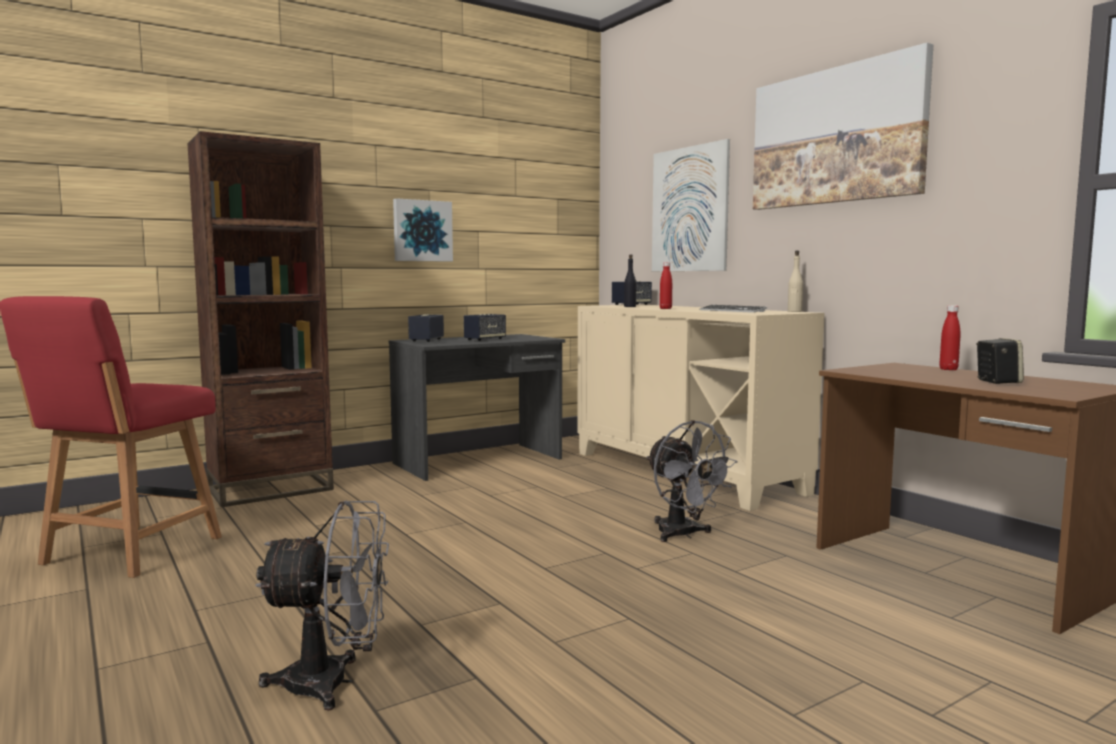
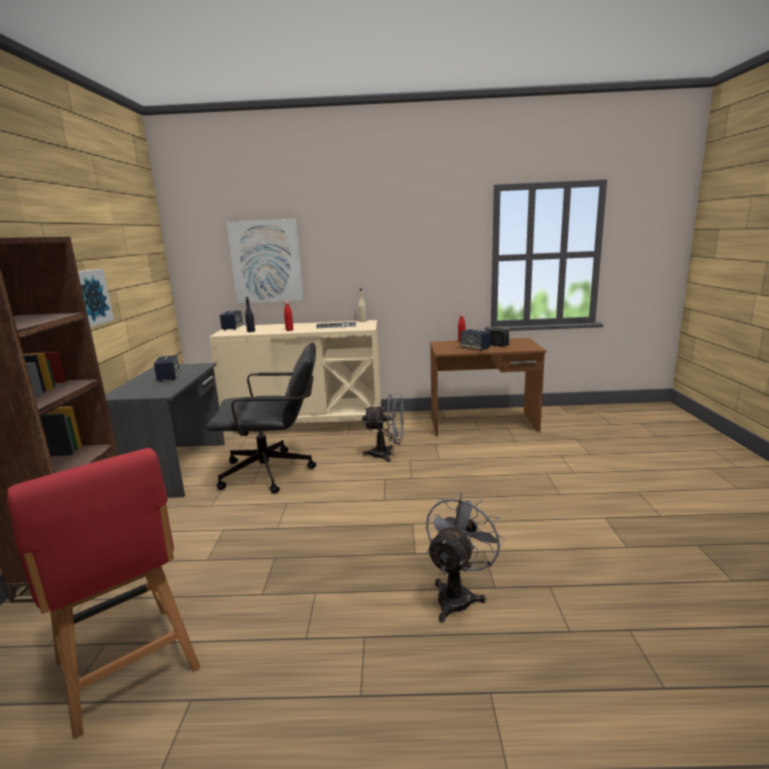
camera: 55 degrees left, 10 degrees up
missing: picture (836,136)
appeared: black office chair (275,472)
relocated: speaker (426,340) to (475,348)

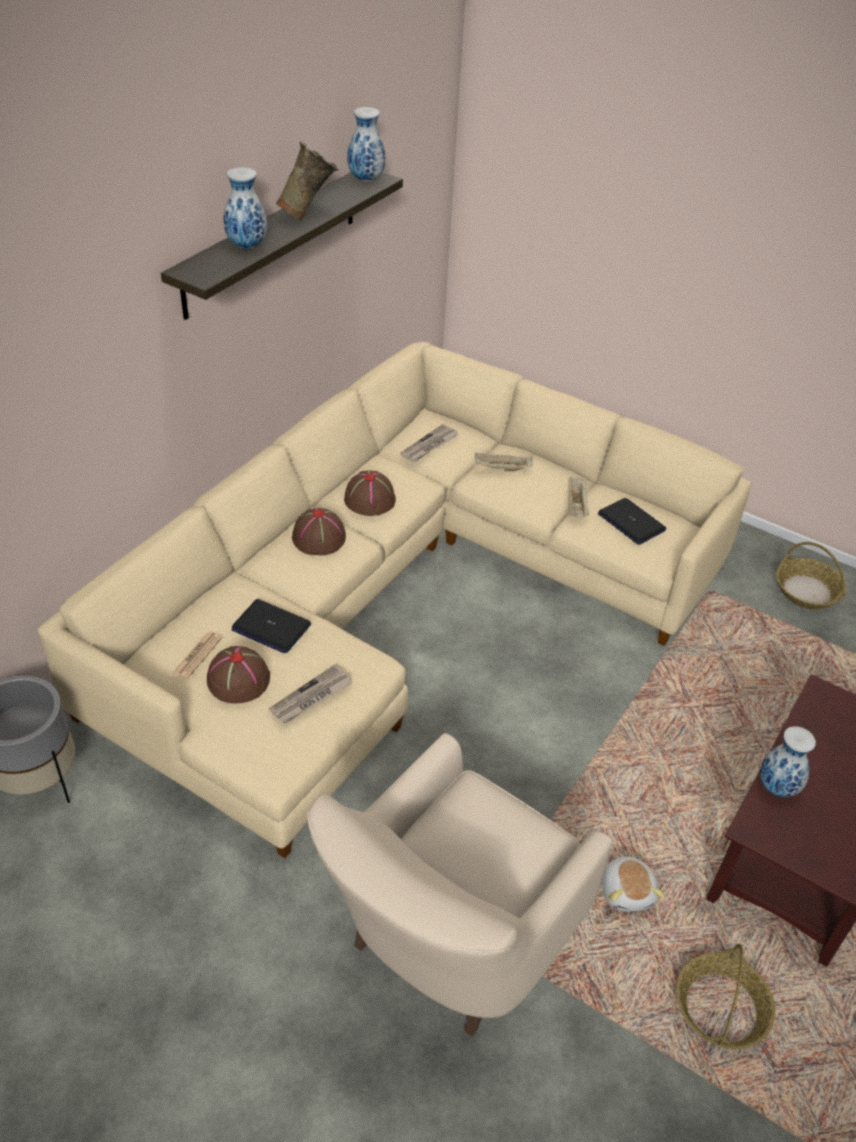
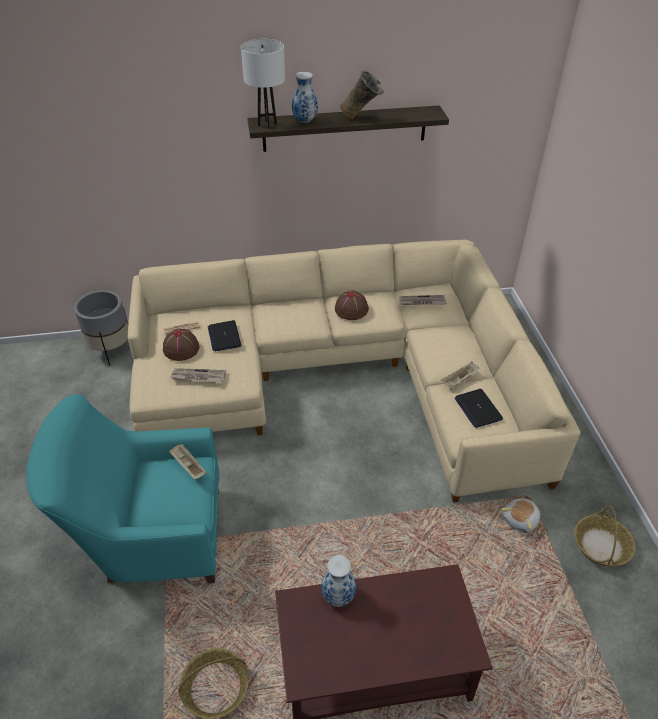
camera: 50 degrees right, 0 degrees up
missing: brown hat (319,538); vase (365,179)
appeared: white table lamp (267,124)
relocated: beige tray (501,469) to (188,466); plush toy (627,891) to (521,520)
colour: beige armchair (448,944) to turquoise armchair (151,539)
spun: laptop (631,522) = (478,409) 150 degrees clockwise

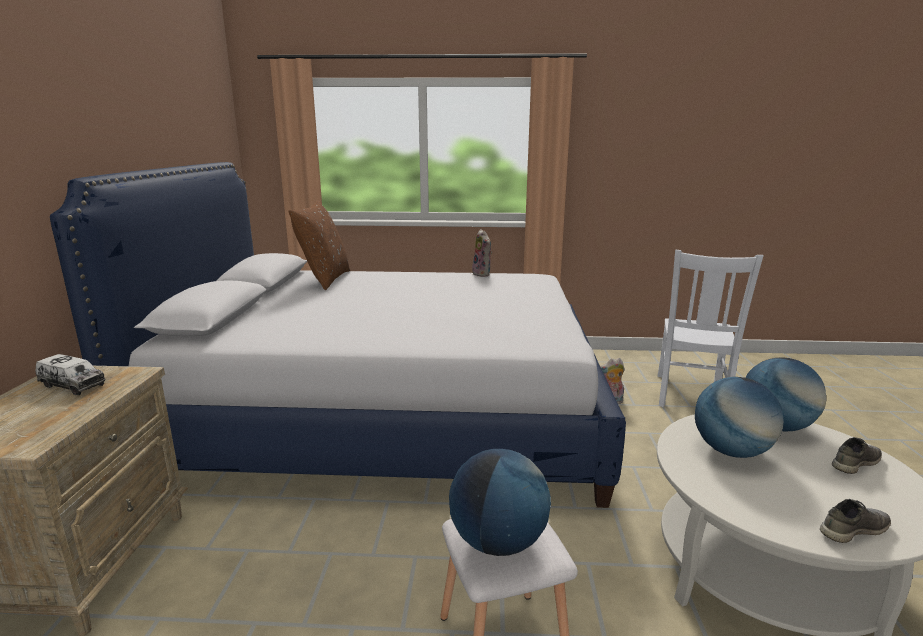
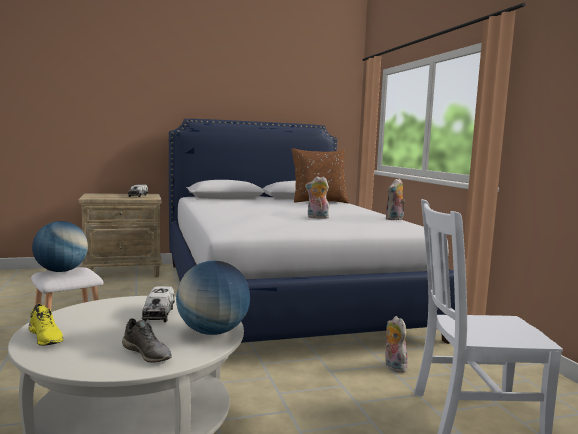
camera: 70 degrees right, 10 degrees down
appeared: plush toy (317,217)
exchanged: globe (731,451) to toy truck (159,313)
colour: grey shoe (852,529) to yellow shoe (46,337)

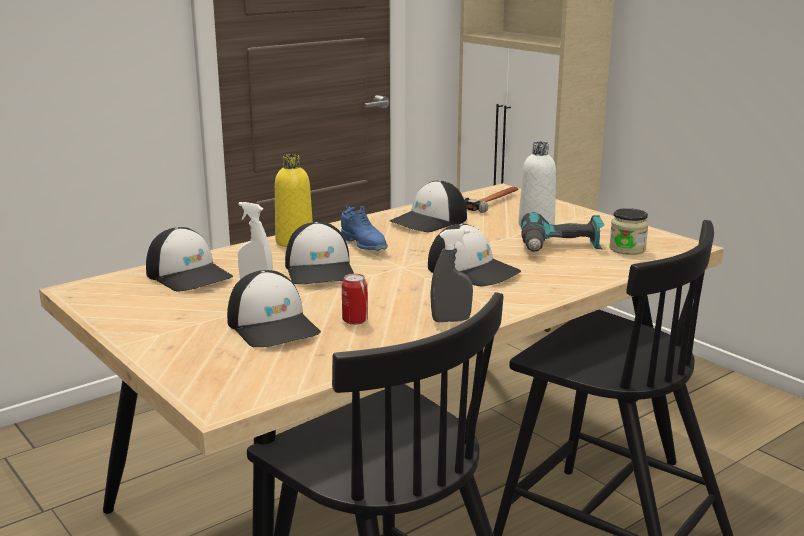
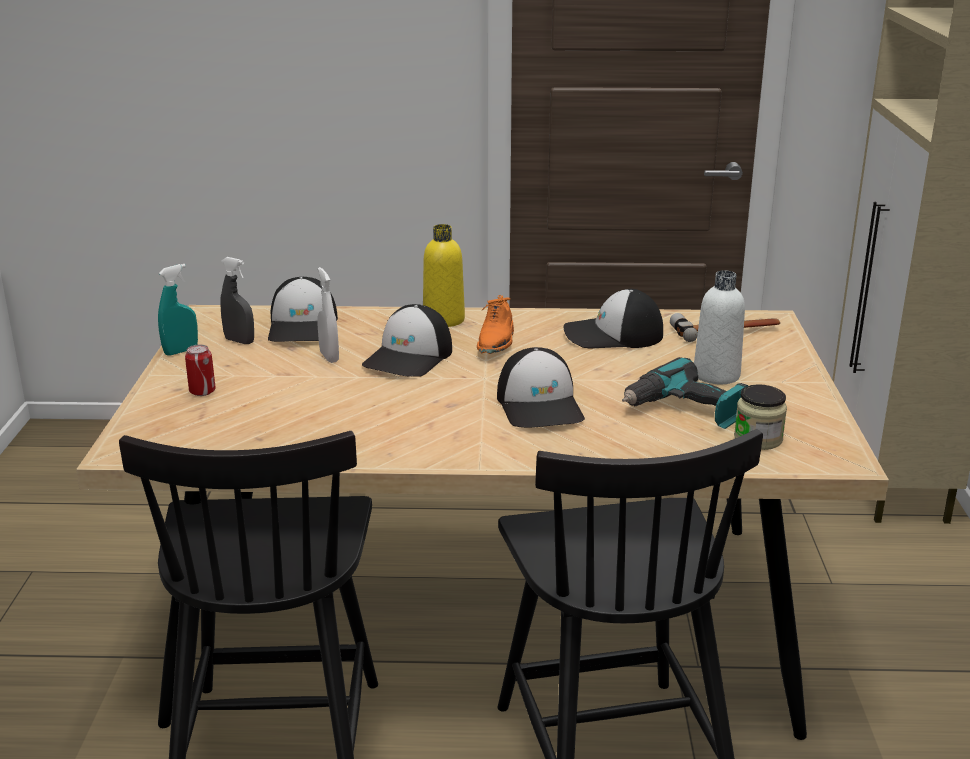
camera: 40 degrees right, 5 degrees up
missing: cap (273,326)
appeared: turquoise spray bottle (181,351)
relocated: can (355,320) to (202,392); grey spray bottle (451,320) to (239,341)
colour: blue shoe (364,245) to orange shoe (496,343)

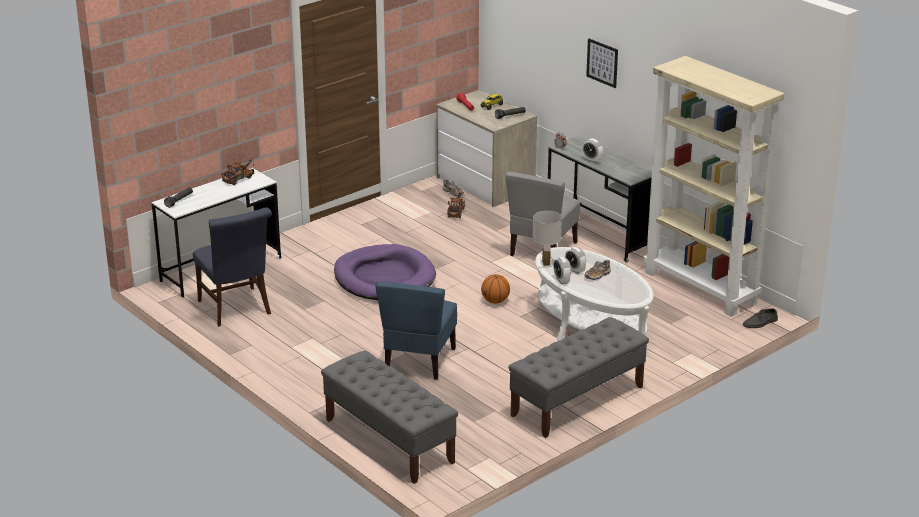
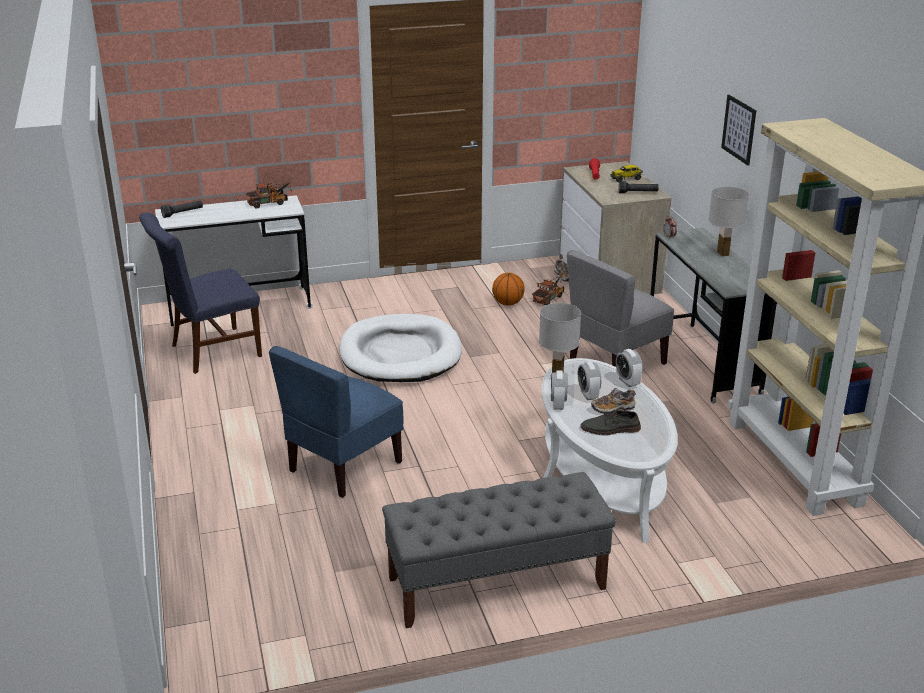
camera: 25 degrees right, 0 degrees up
missing: grey bench (389,441)
appeared: white table lamp (723,254)
relocated: basketball (495,301) to (508,303); alarm clock (592,160) to (627,382); grey shoe (760,323) to (610,429)
colour: purple dog bed (384,278) to white dog bed (400,354)
spun: blue chair (237,309) = (210,352) 60 degrees clockwise

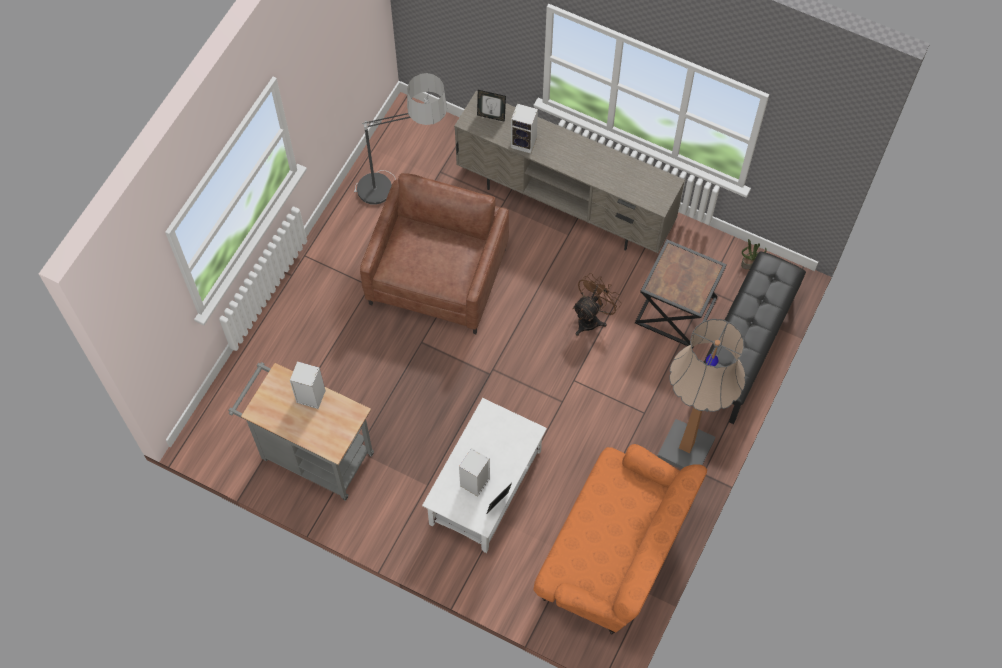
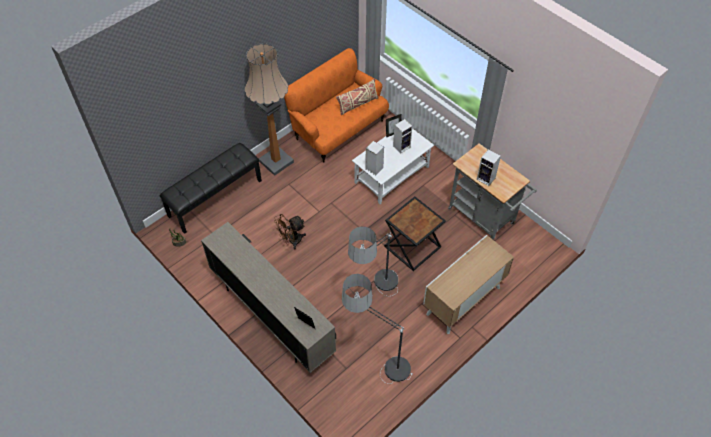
camera: 160 degrees left, 10 degrees down
appeared: beige pillow (357,104); cabinet (463,301)
relocated: speaker (525,142) to (373,168); black side table (675,309) to (412,247)
exchanged: brown armchair (438,276) to floor lamp (375,295)

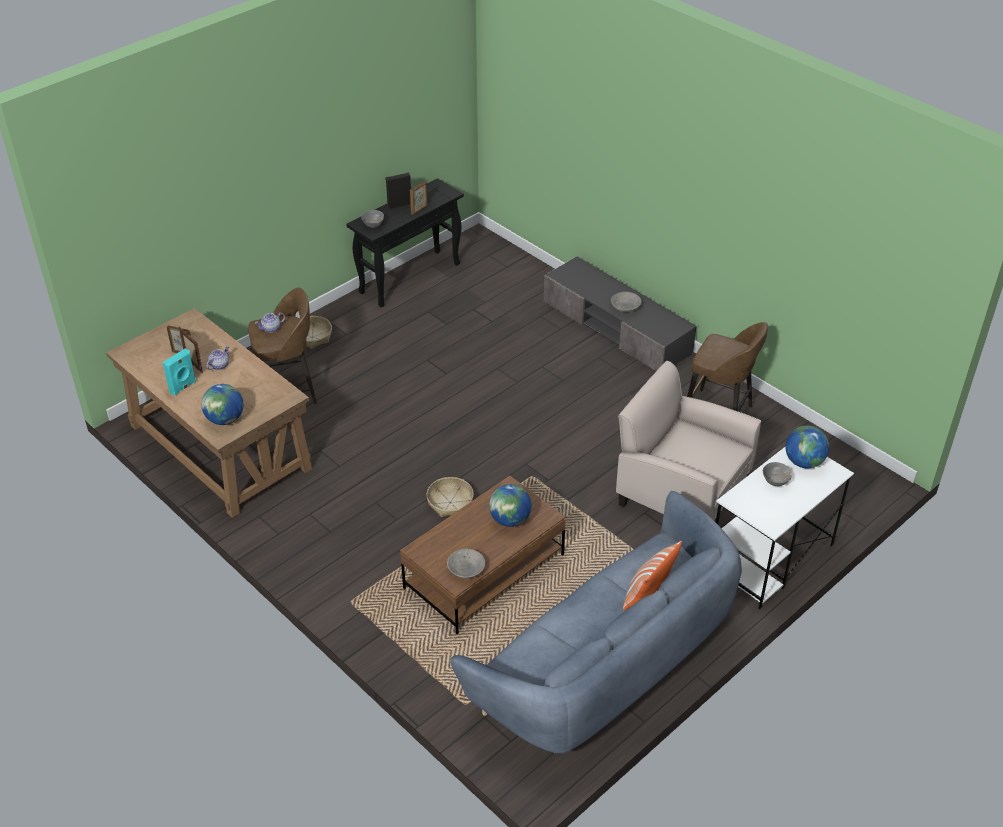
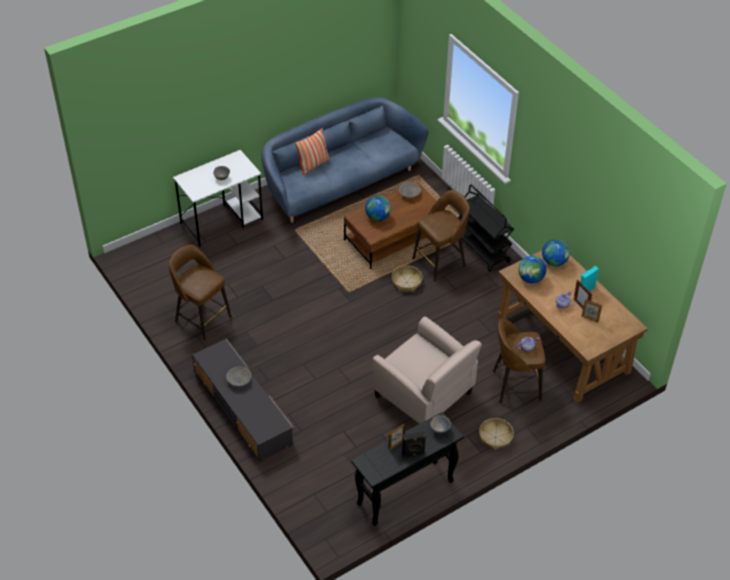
camera: 170 degrees left, 5 degrees up
appeared: brown stool (440,262); black cart (482,250)
relocated: beige armchair (681,493) to (424,395); globe (803,462) to (530,279)

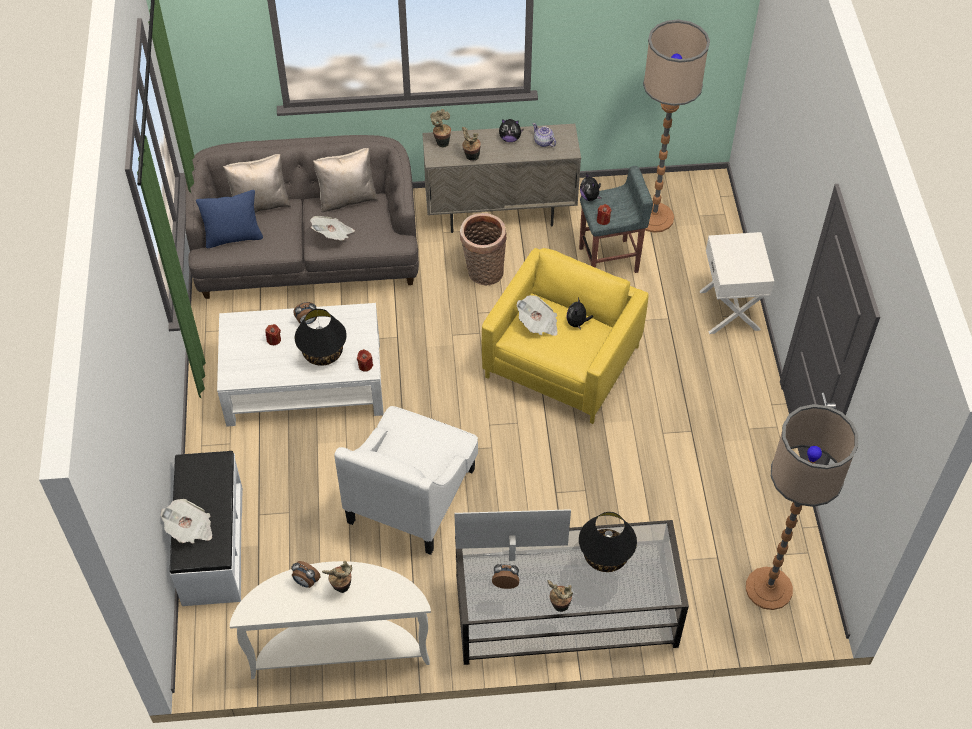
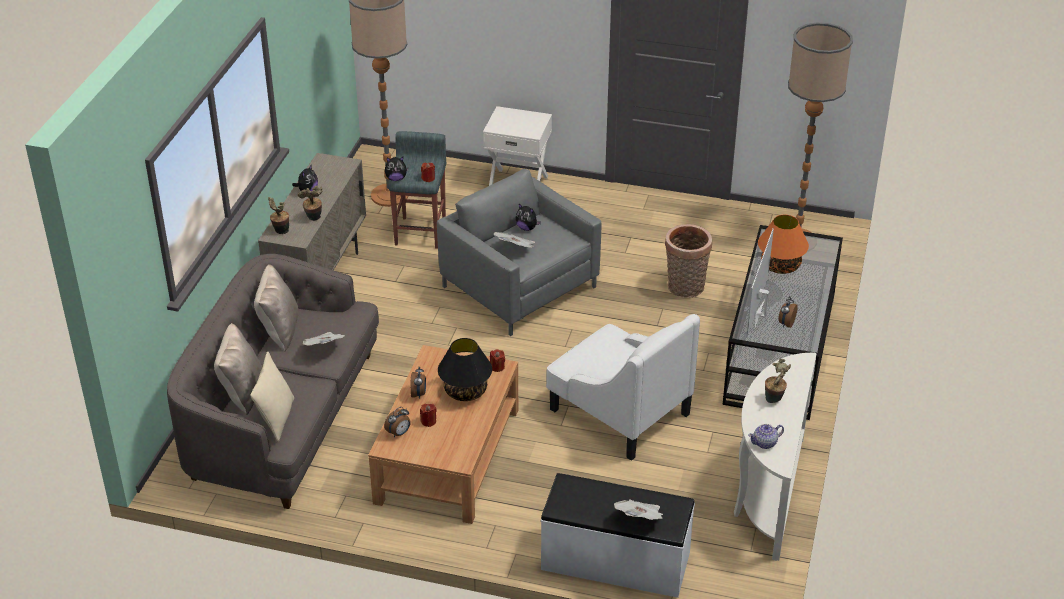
camera: 70 degrees left, 15 degrees down
missing: potted plant (559,606)
relocated: alarm clock (306,582) to (399,433); basket (483,272) to (685,289); teapot (543,142) to (765,443)
colour: blue pillow (233,237) to beige pillow (276,418); white coffee table (305,382) to brown coffee table (447,455); yellow armchair (562,362) to grey armchair (519,287); black table lamp (605,556) to orange table lamp (780,266)

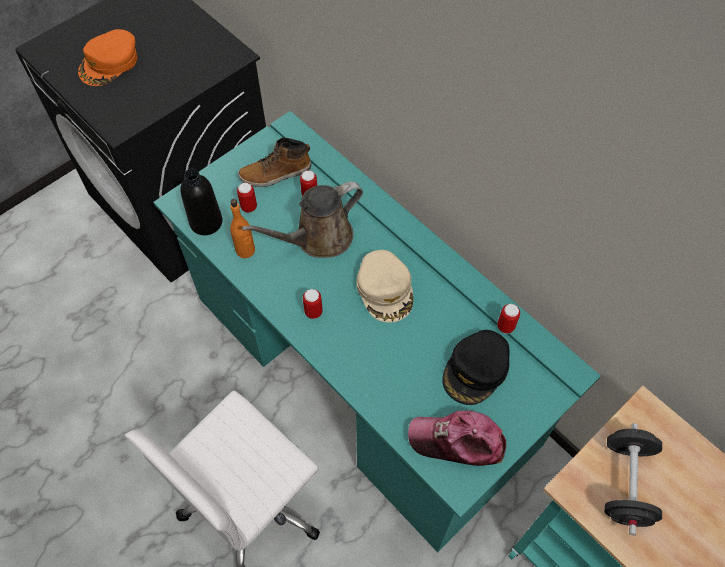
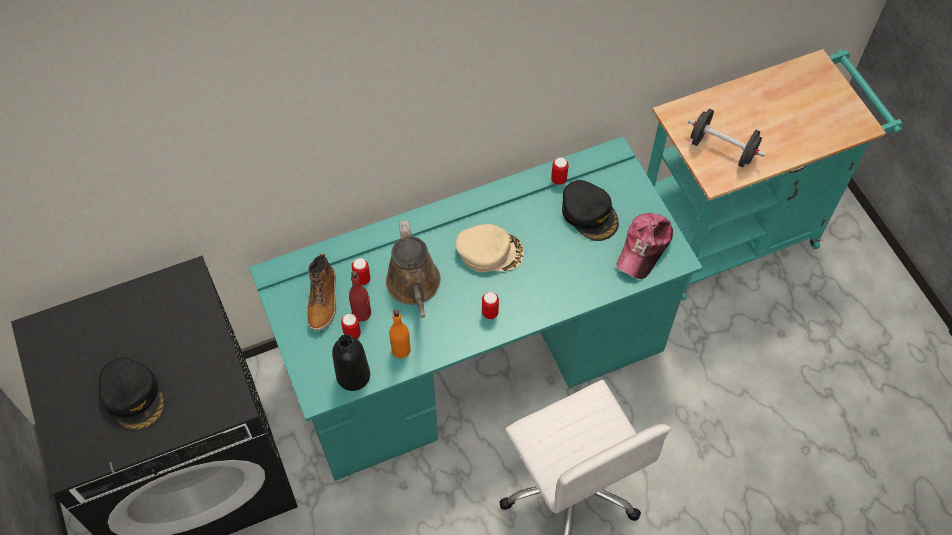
camera: 70 degrees left, 0 degrees up
appeared: red bottle (362,313)
colour: orange cap (109,63) to black cap (133,397)

